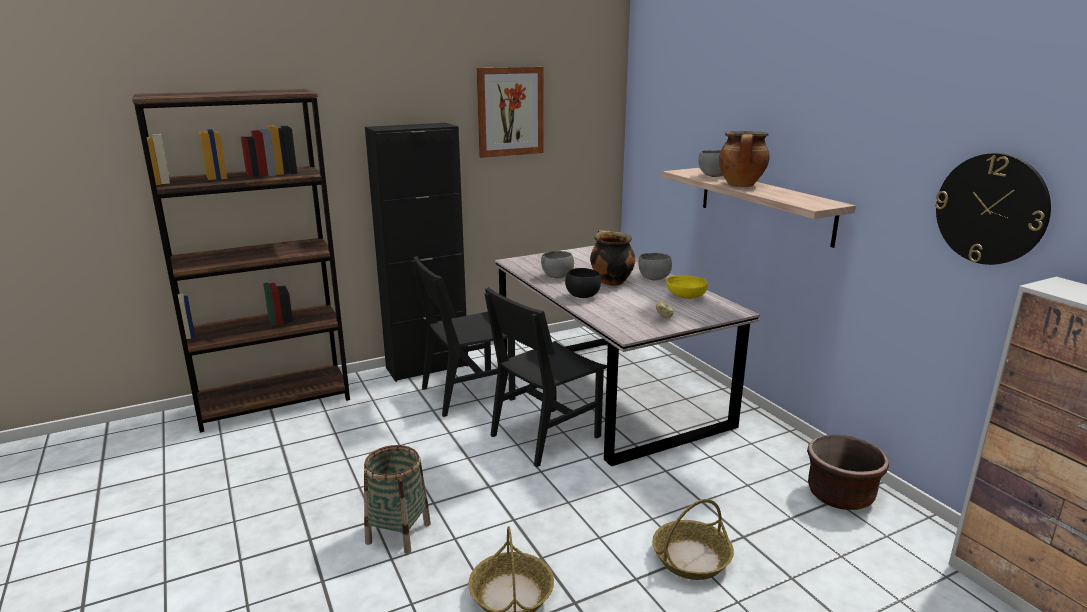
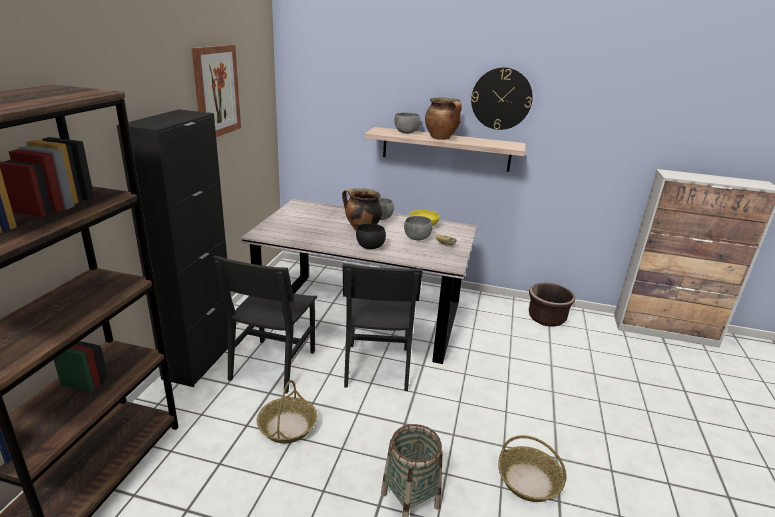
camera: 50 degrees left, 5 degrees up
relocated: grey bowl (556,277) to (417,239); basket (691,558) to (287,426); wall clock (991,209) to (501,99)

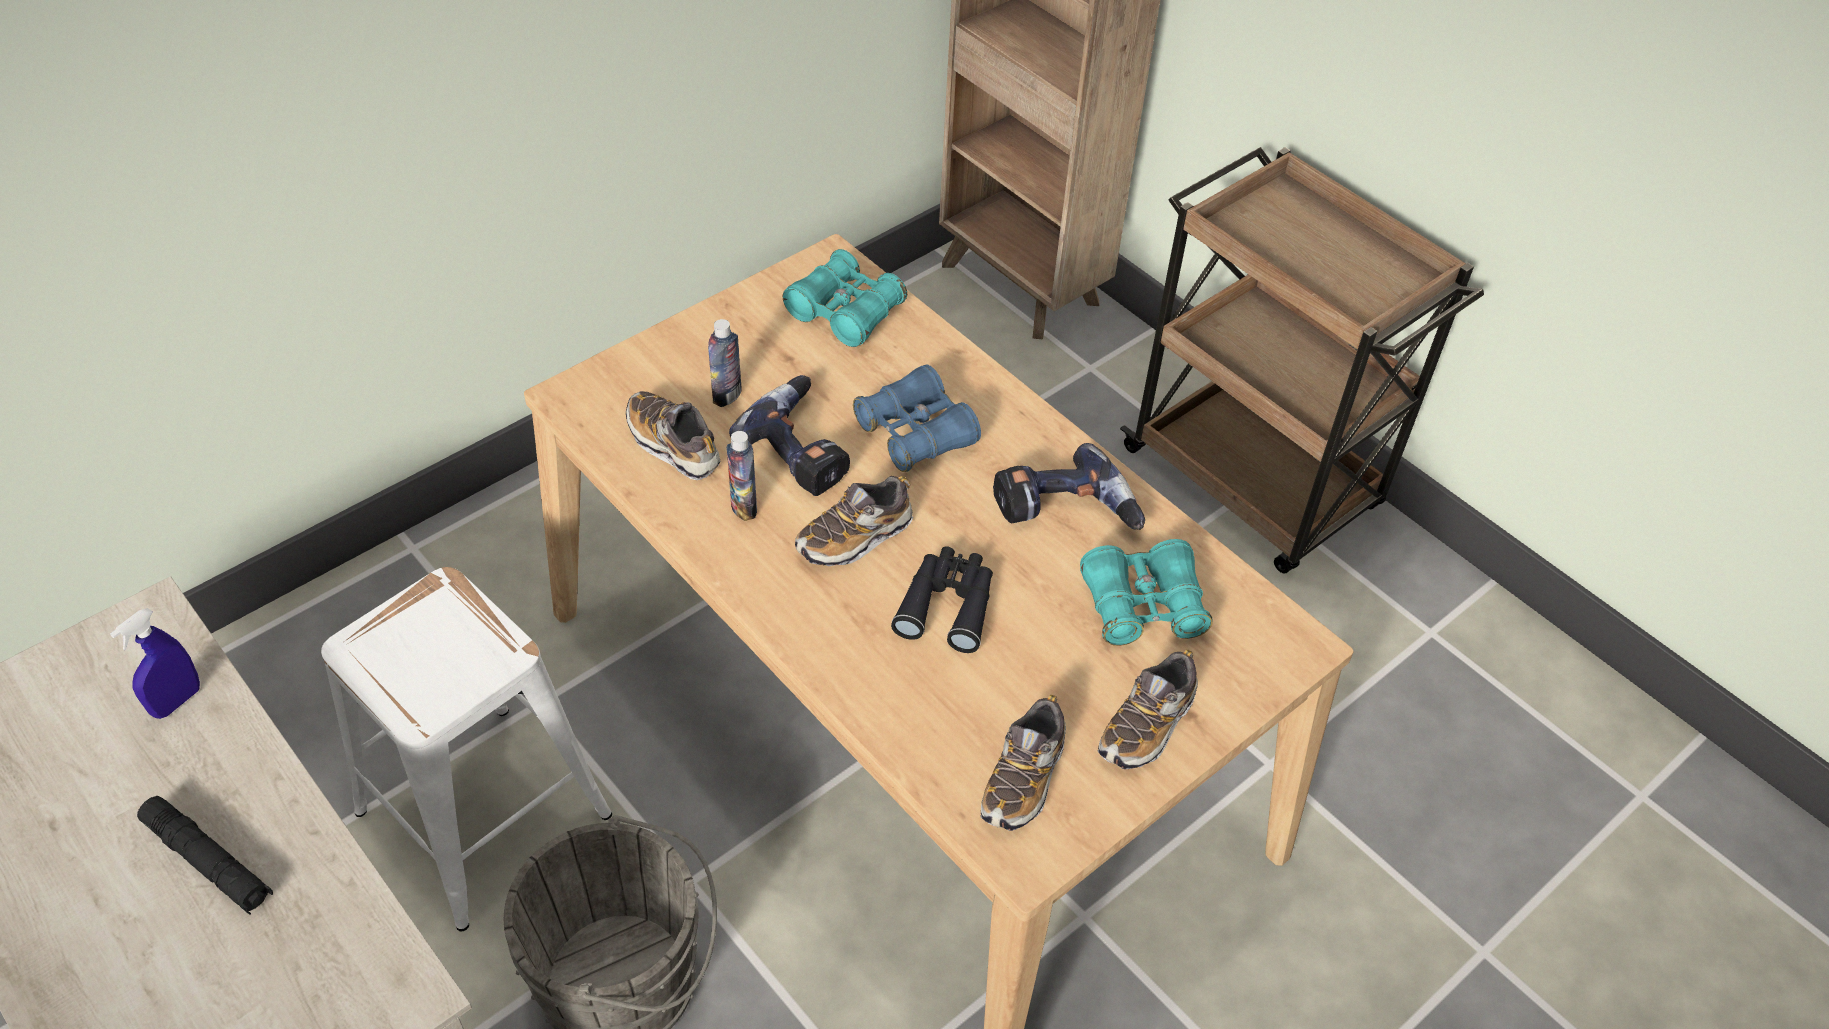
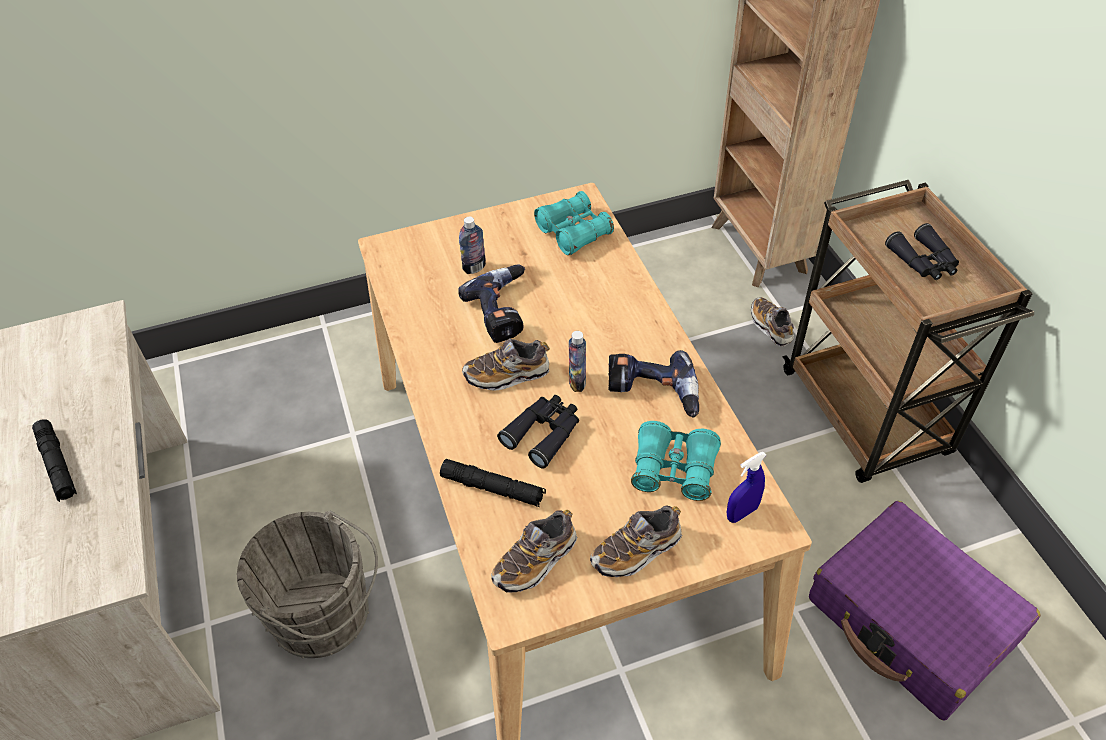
camera: 25 degrees right, 0 degrees up
missing: white stool (481,815); blue binoculars (916,433)
appeared: black flashlight (493,488); purple suitcase (911,621); black binoculars (923,262)
relocated: blue spray bottle (177,701) to (742,513); shoe (673,445) to (770,327); bottle (744,507) to (577,382)

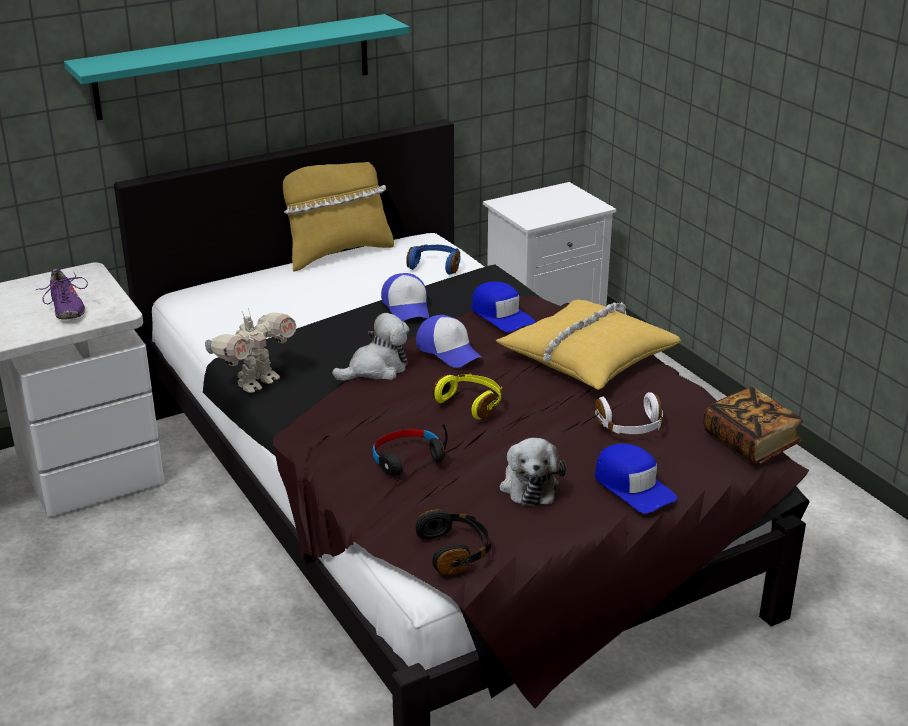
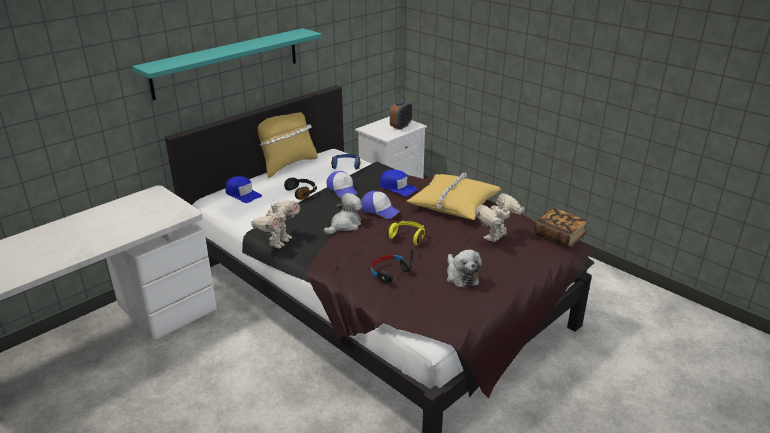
camera: 15 degrees left, 0 degrees up
missing: purple shoe (65,308)
appeared: alarm clock (401,126)
relocated: black headphones (455,551) to (302,192); blue cap (633,486) to (242,194)
exchanged: white headphones (630,427) to toy robot (496,237)

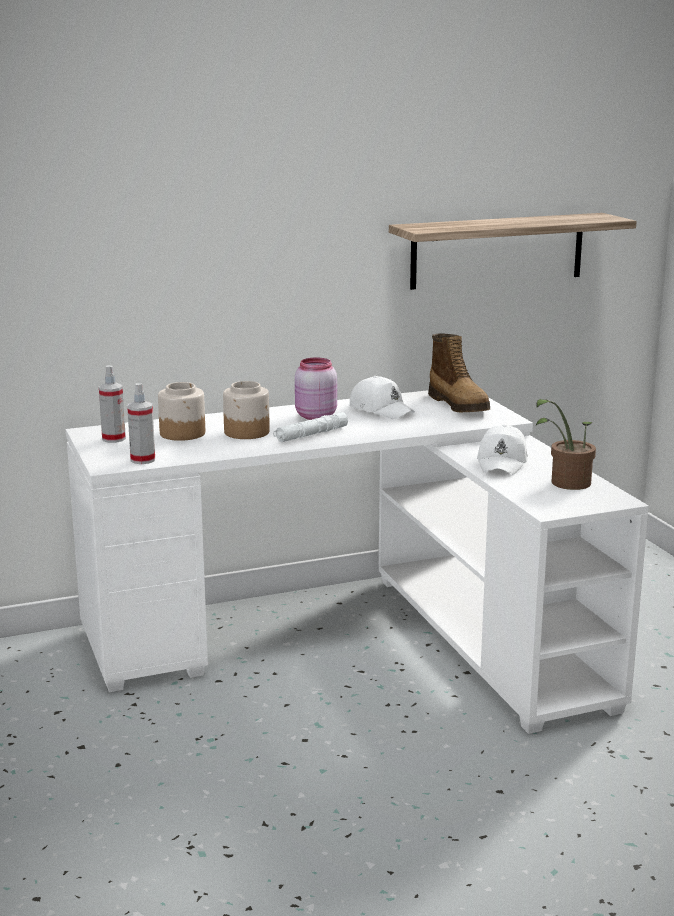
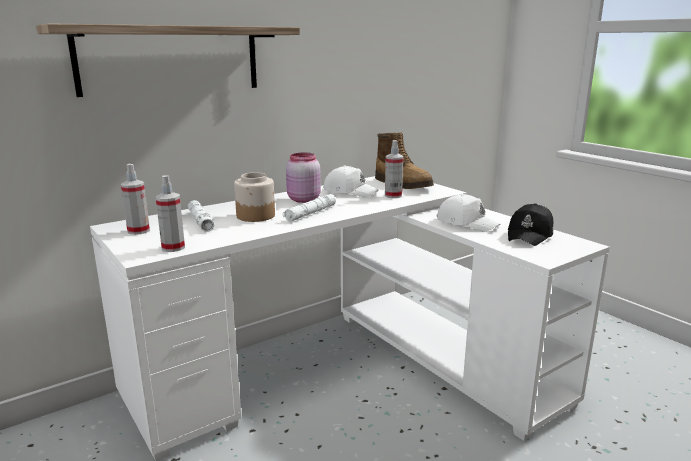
camera: 15 degrees left, 0 degrees up
appeared: spray bottle (393,195)
relocated: shelf (497,250) to (171,59)
exchanged: jar (183,433) to white flashlight (200,221); potted plant (565,484) to black cap (530,235)
spun: white cap (503,462) = (466,223) 45 degrees counterclockwise

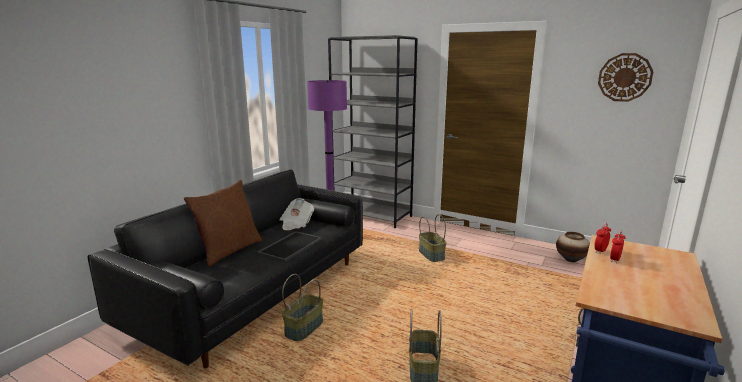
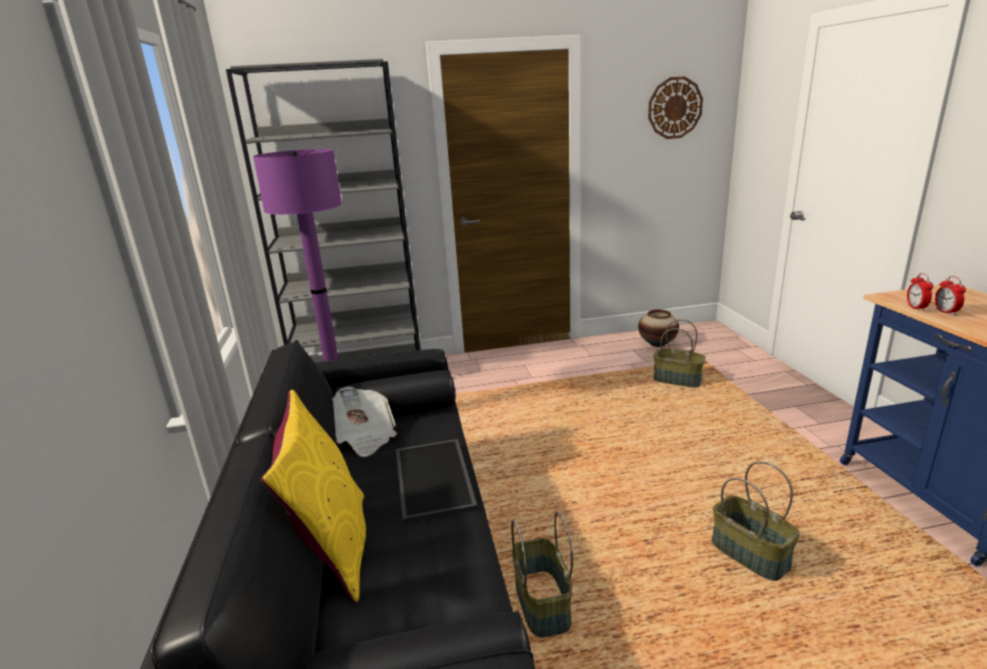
camera: 40 degrees left, 5 degrees up
relocated: basket (432,255) to (678,380)
colour: brown pillow (229,250) to yellow pillow (333,548)

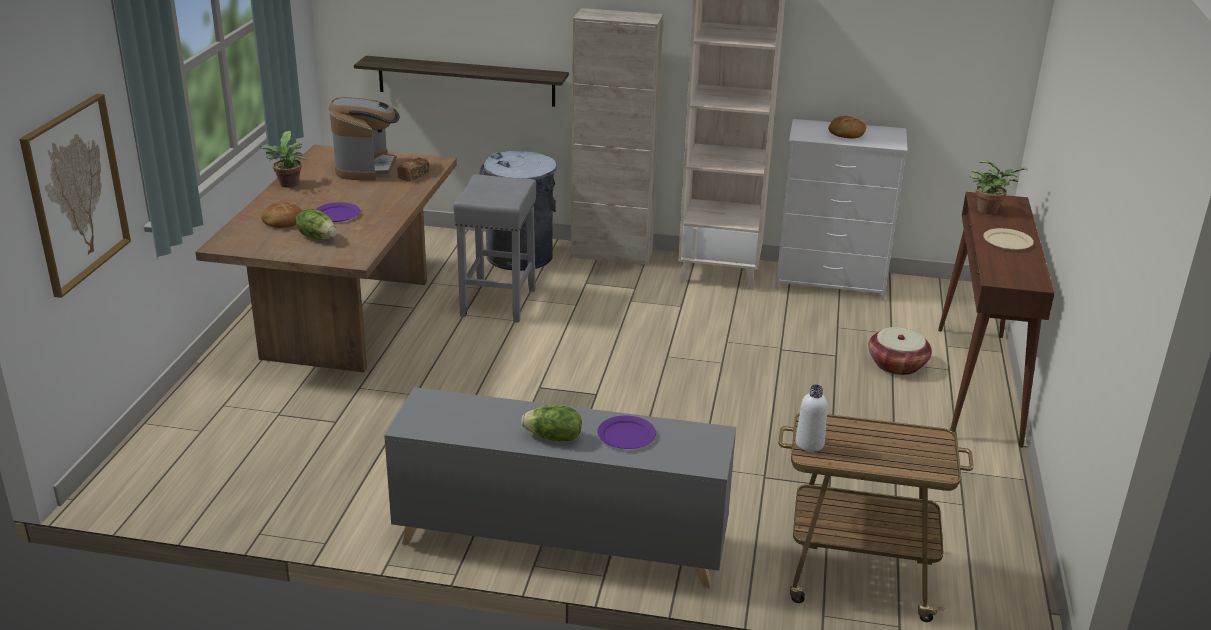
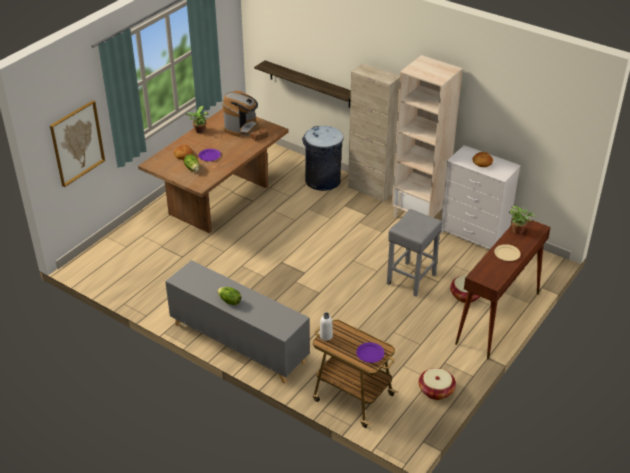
camera: 25 degrees right, 10 degrees up
appeared: basket (436,390)
relocated: grey stool (498,303) to (411,279); purple plate (627,435) to (370,353)

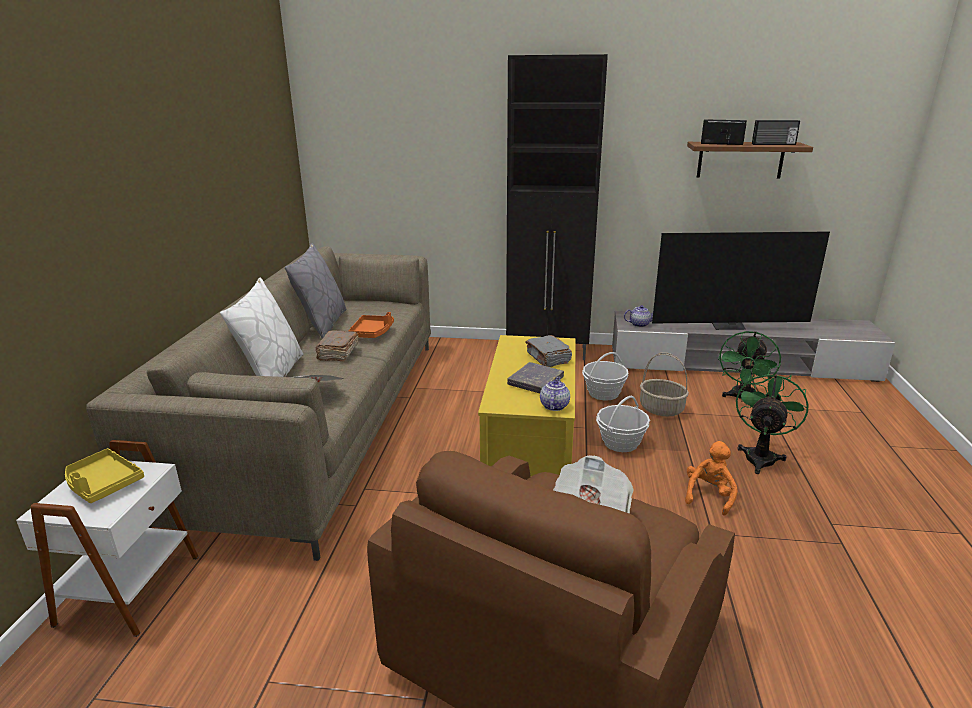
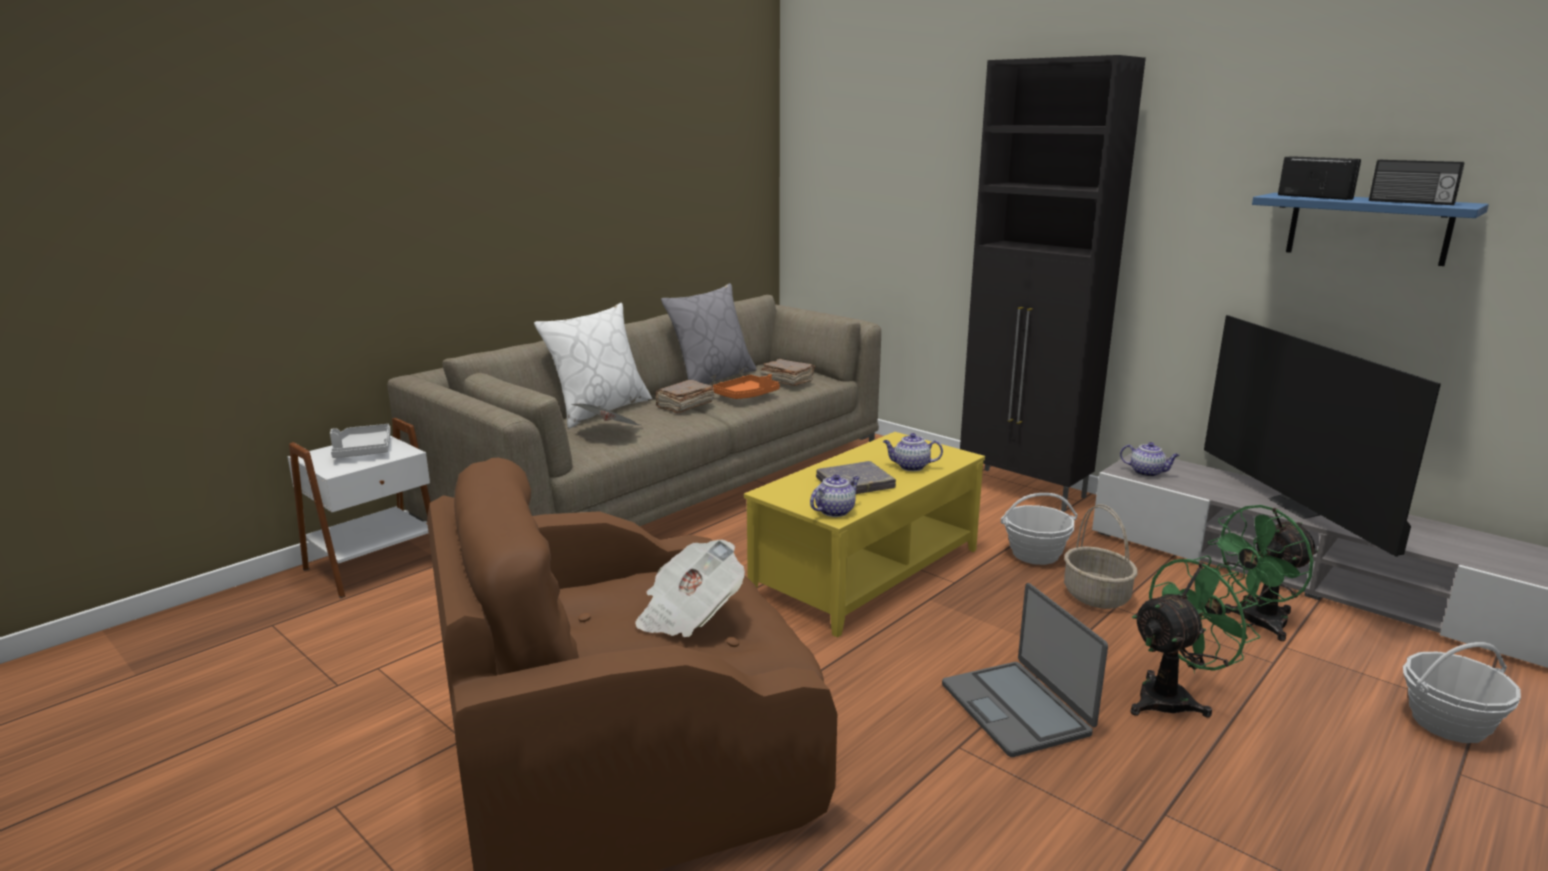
camera: 35 degrees right, 5 degrees down
appeared: brown book (787,381)
relocated: basket (620,443) to (1448,723)
exchanged: grey book (548,358) to teapot (910,467); orange plush toy (709,495) to laptop (1017,709)
colour: yellow tray (102,484) to grey tray (363,450); brown shelf (740,160) to blue shelf (1367,228)
spun: television (727,325) = (1300,507) 45 degrees clockwise

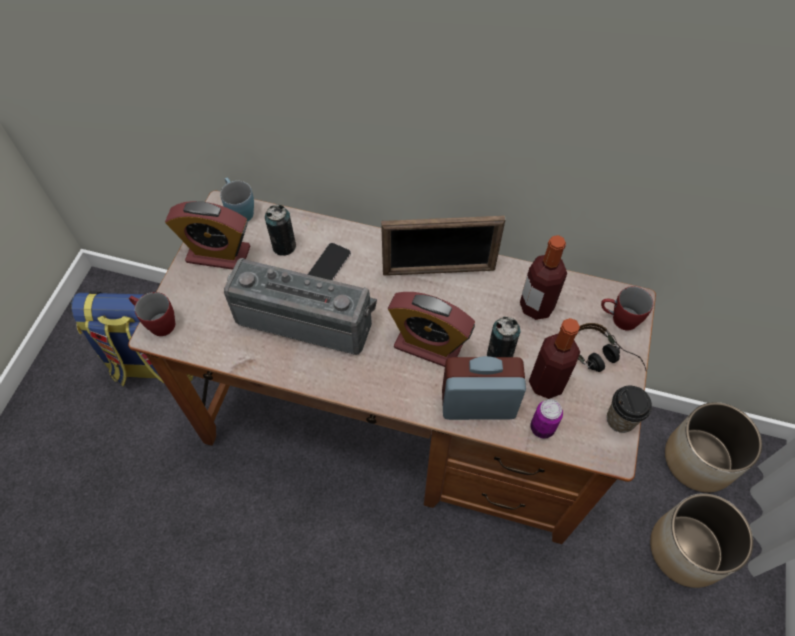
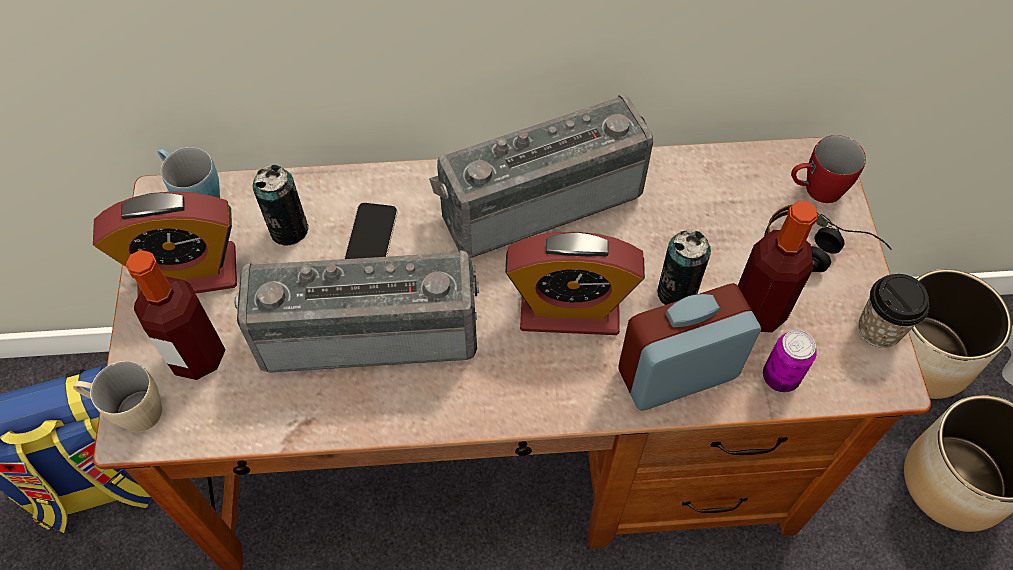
camera: 20 degrees left, 0 degrees up
relocated: bottle (536,306) to (197,356)
exchanged: picture frame (439,271) to radio (538,198)
colour: red mug (157,322) to beige mug (129,411)

